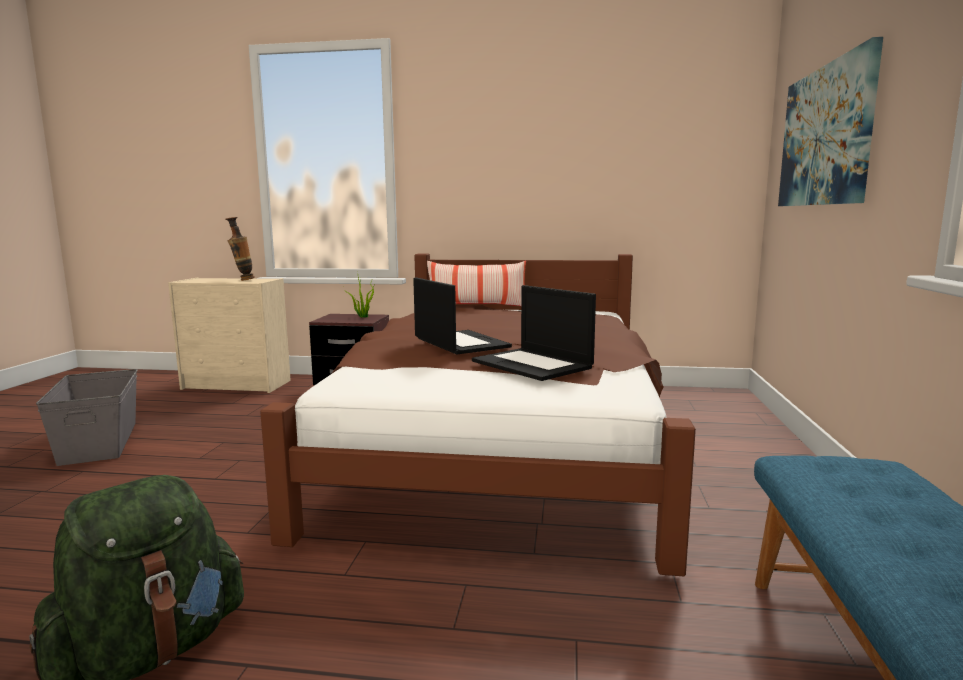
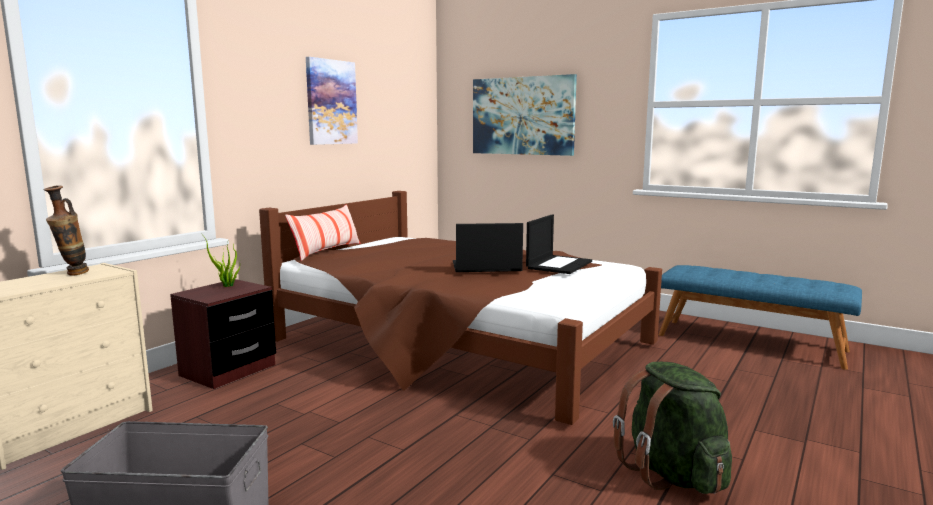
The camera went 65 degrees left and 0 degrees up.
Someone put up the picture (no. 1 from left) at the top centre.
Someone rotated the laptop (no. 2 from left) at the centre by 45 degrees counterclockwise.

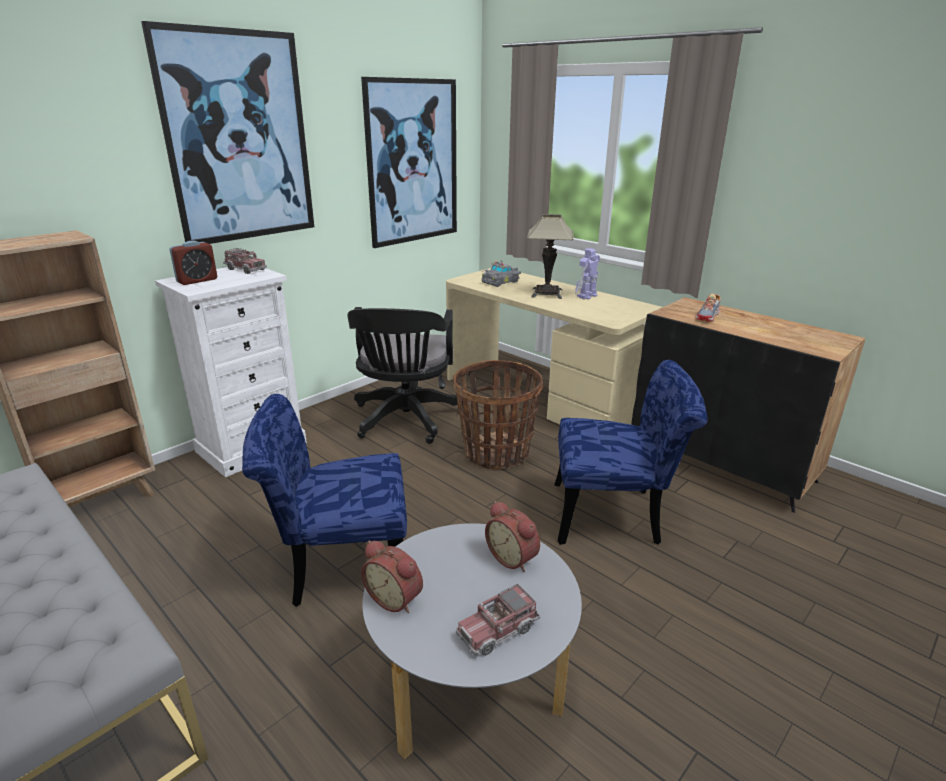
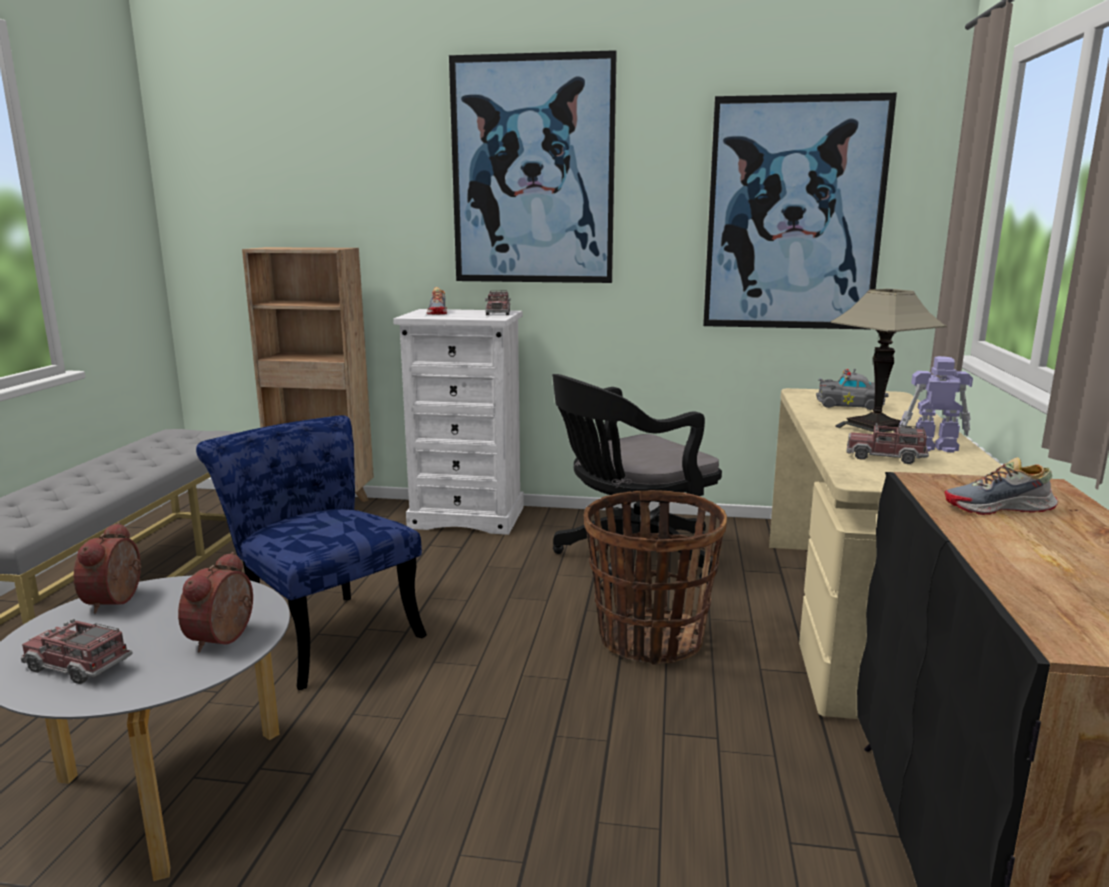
The camera went 55 degrees right and 10 degrees down.
Someone swapped the alarm clock (no. 1 from left) at the middle left for the shoe (no. 1 from left) at the centre.
Someone put down the toy truck (no. 3 from left) at the middle right.
Someone took away the blue chair (no. 2 from left) at the middle right.

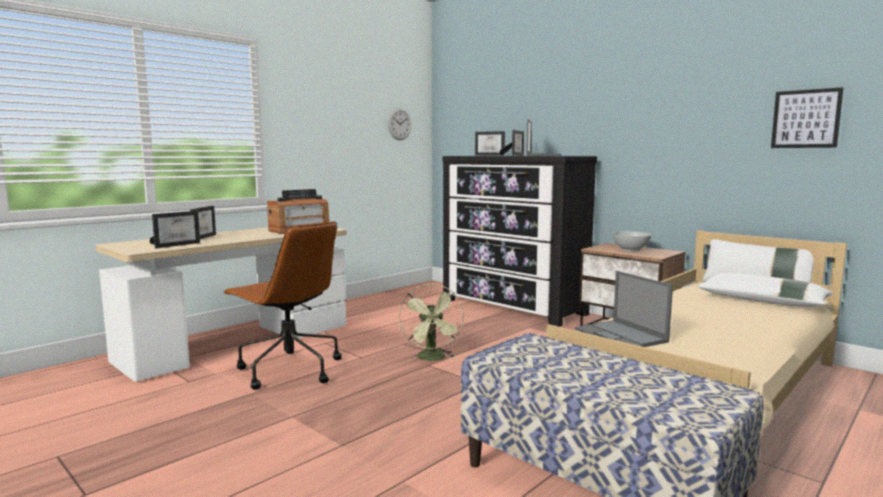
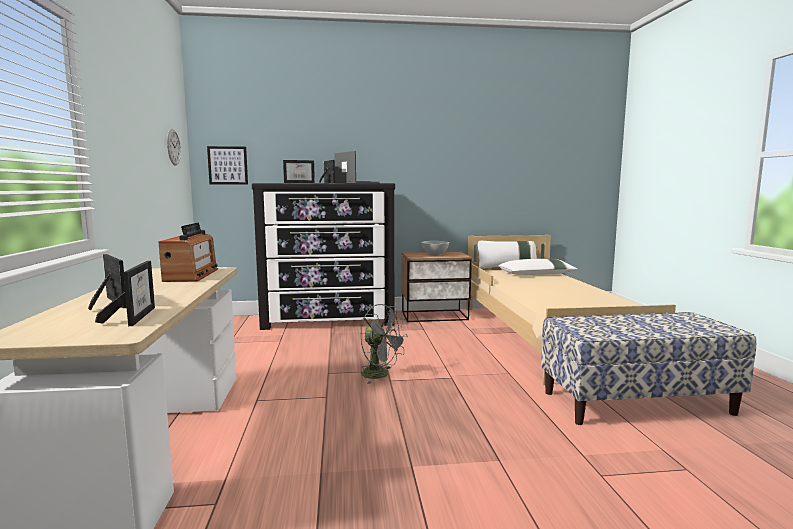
The camera went 50 degrees left and 0 degrees up.
Someone carried the picture from the top right to the top left.
Someone repainted the green fan at the centre, which became the grey fan at the centre.
Someone took away the brown office chair at the middle left.
Someone took away the laptop (no. 2 from left) at the middle right.

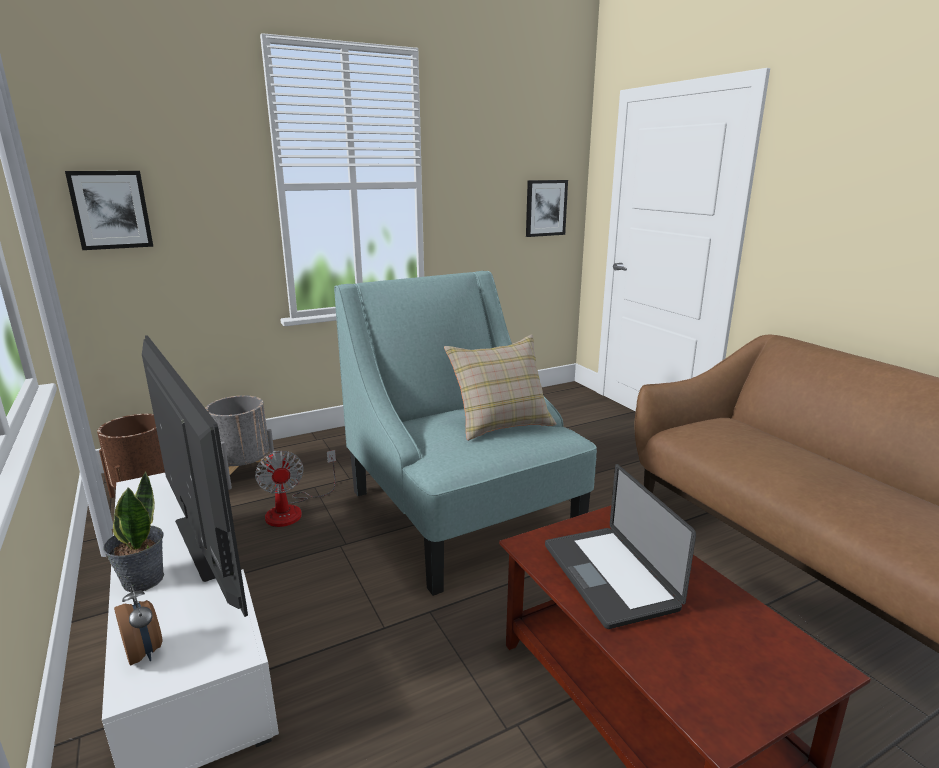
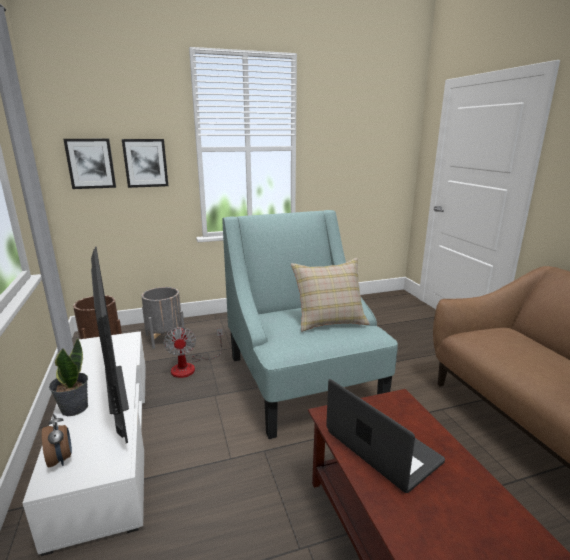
The camera went 10 degrees right and 0 degrees up.
Someone carried the picture (no. 2 from left) from the top centre to the top left.
Someone rotated the laptop at the bottom centre by 150 degrees clockwise.

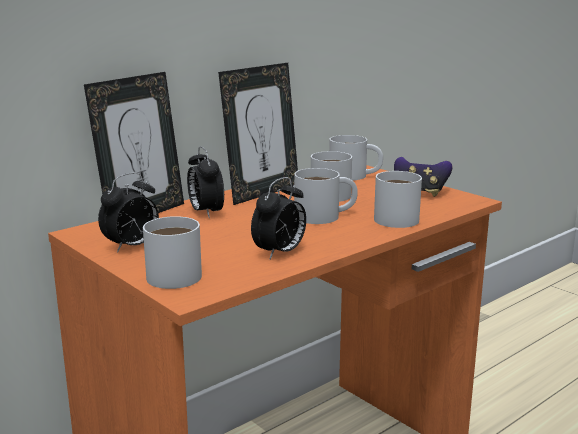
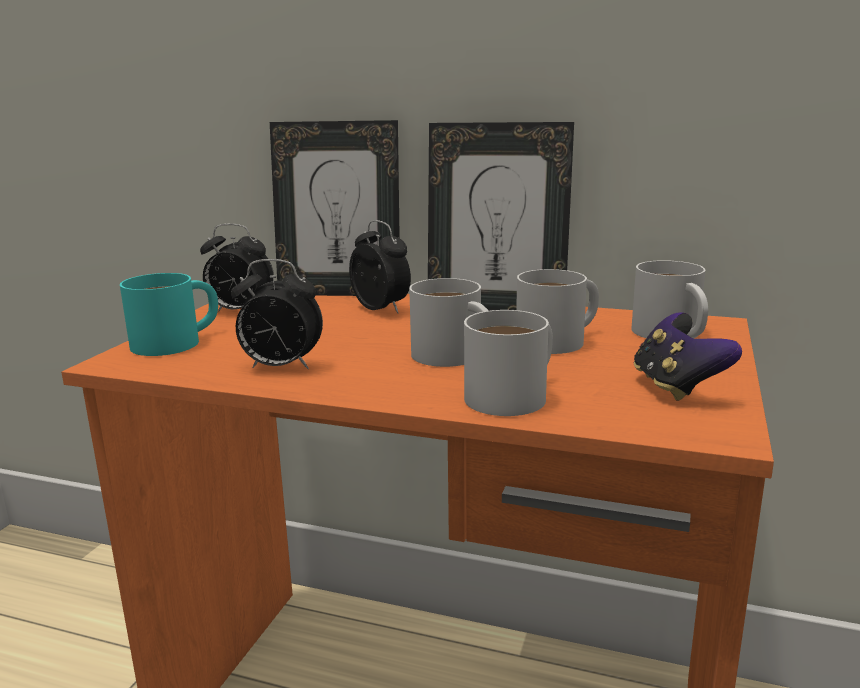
The camera went 60 degrees right and 0 degrees up.
Someone repainted the white mug (no. 1 from left) at the middle left, which became the turquoise mug at the middle left.
Someone rotated the alarm clock (no. 2 from left in the first image) at the centre by 105 degrees clockwise.

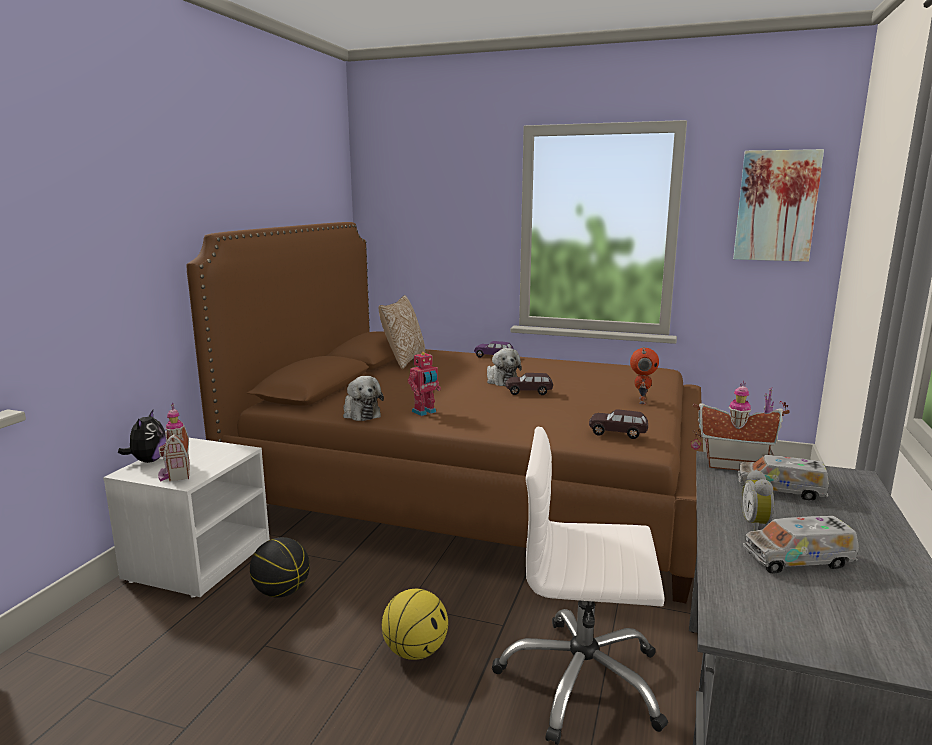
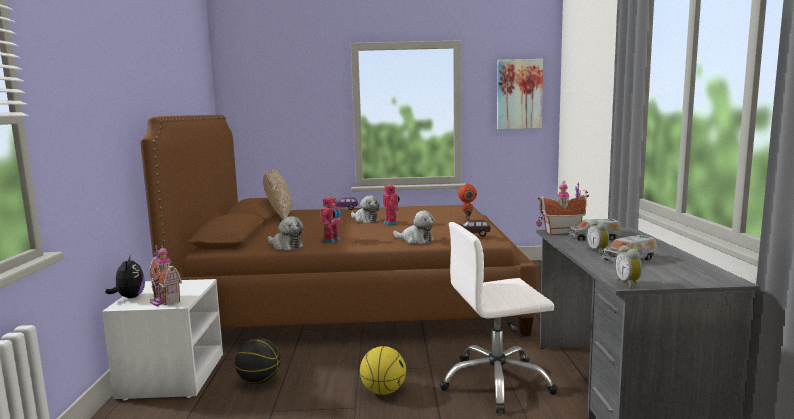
The camera went 20 degrees left and 5 degrees down.
Someone swapped the brown toy car (no. 1 from left) at the centre for the toy robot (no. 2 from left) at the centre.
Someone put down the plush toy (no. 4 from left) at the centre.
Someone put down the alarm clock (no. 2 from left) at the middle right.

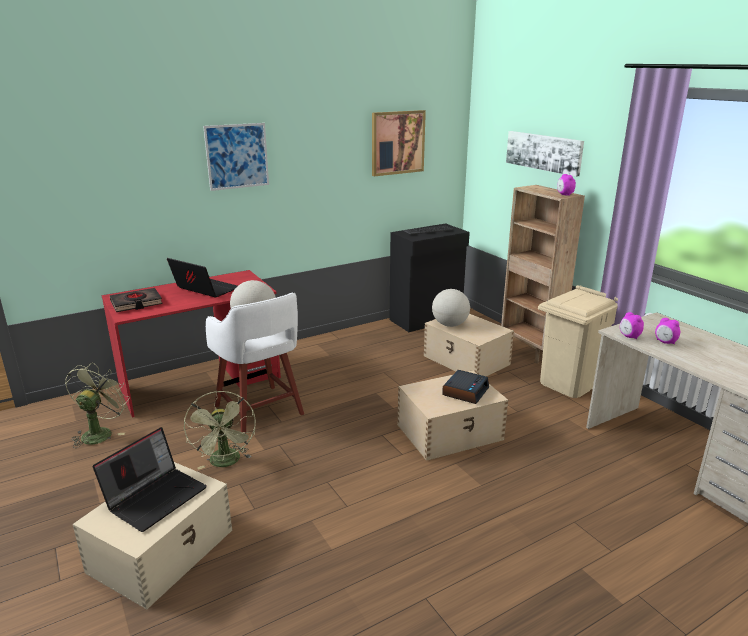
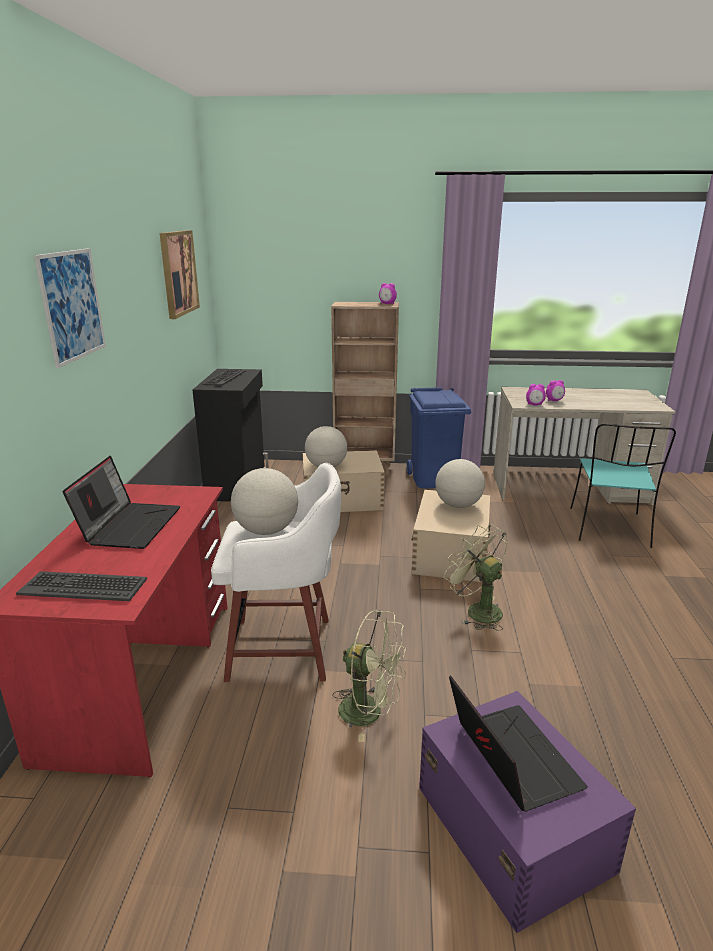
The camera went 55 degrees left and 0 degrees up.
Someone swapped the black book at the middle left for the keyboard (no. 1 from left) at the middle left.
Someone rotated the laptop (no. 2 from left in the first image) at the middle left by 120 degrees clockwise.
Someone repainted the beige trash can at the middle right, which became the blue trash can at the centre.
Someone repainted the beige storage box (no. 1 from left) at the bottom left, which became the purple storage box at the bottom right.
Someone swapped the alarm clock (no. 1 from left) at the centre for the globe (no. 3 from left) at the centre.
Someone carried the green fan (no. 1 from left in the first image) from the middle left to the middle right.
Someone put down the turquoise chair at the middle right.
Someone took away the picture (no. 3 from left) at the top right.

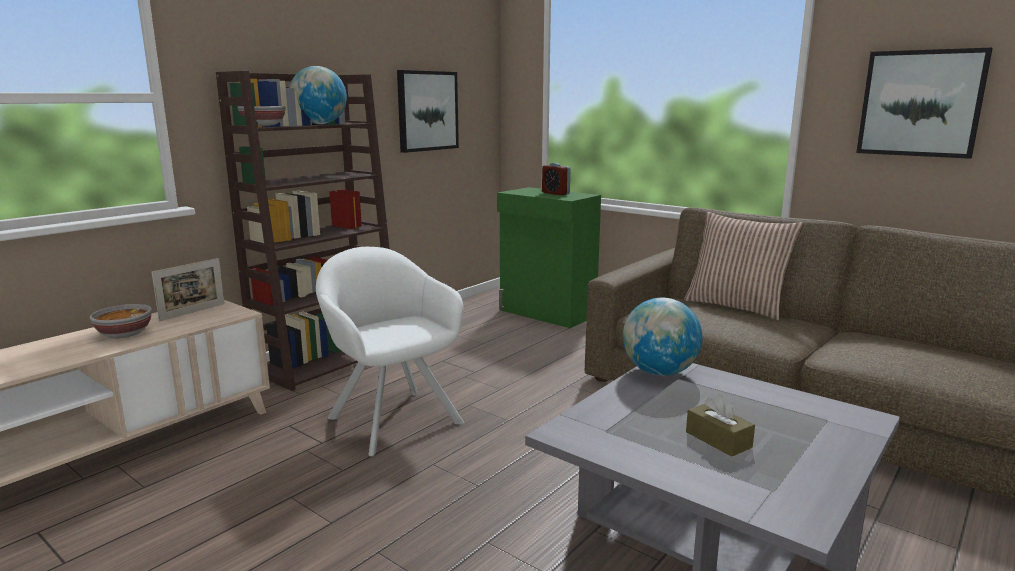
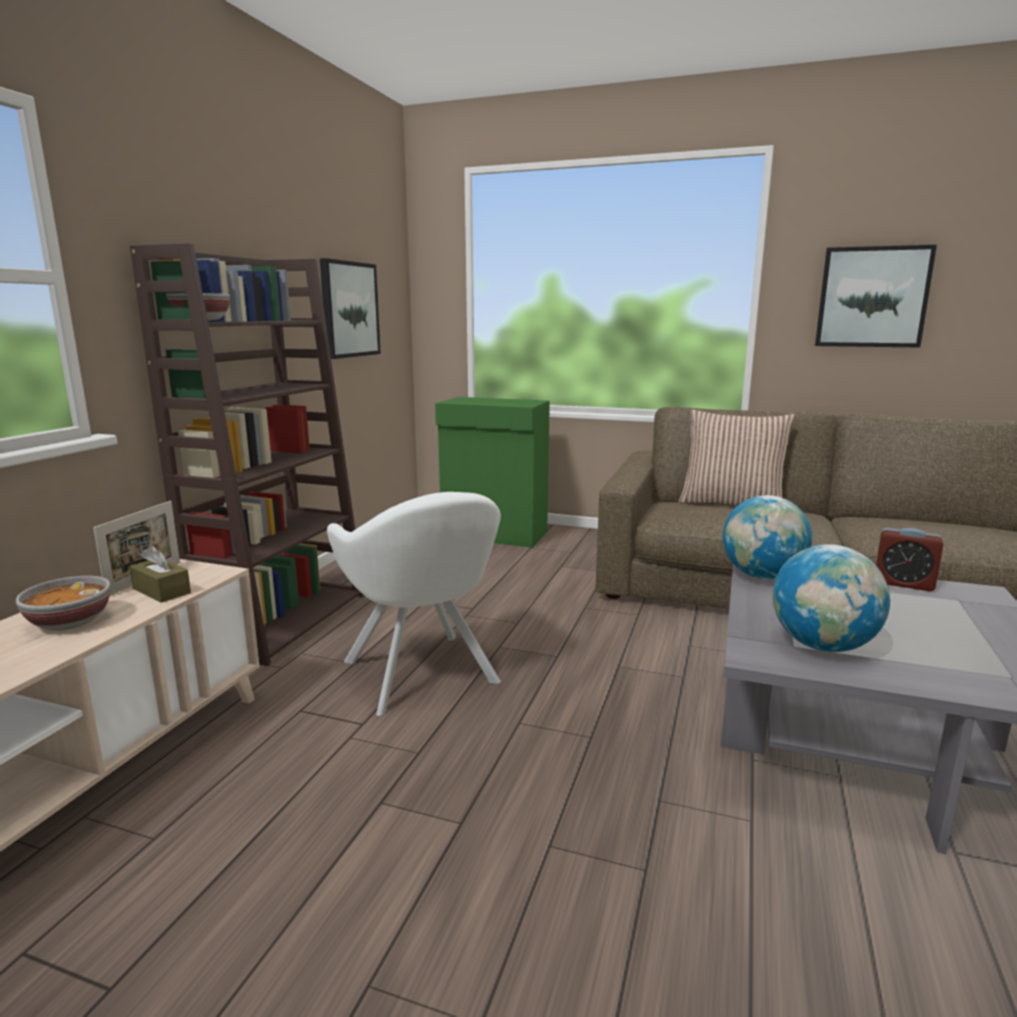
The camera went 20 degrees left and 0 degrees up.
Someone carried the brown tissue box from the bottom right to the middle left.
Someone rotated the white armchair at the centre by 150 degrees counterclockwise.
Someone carried the globe (no. 1 from left in the first image) from the top left to the middle right.
Someone carried the alarm clock from the top centre to the middle right.

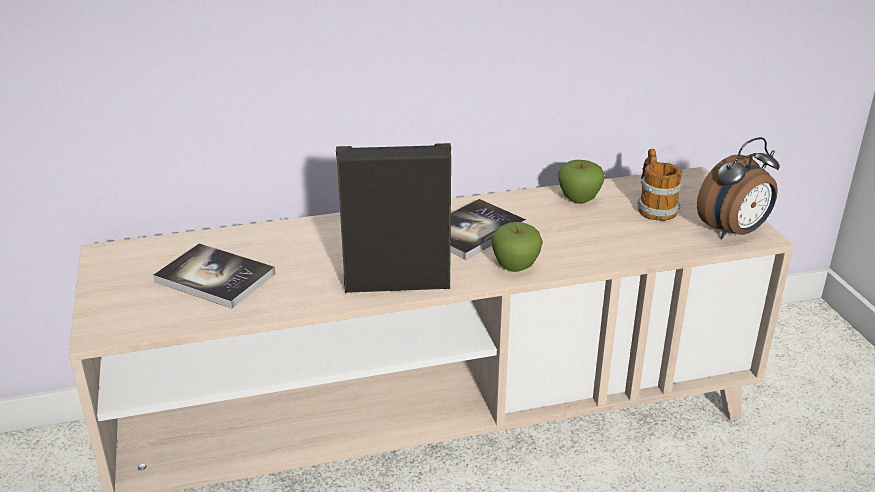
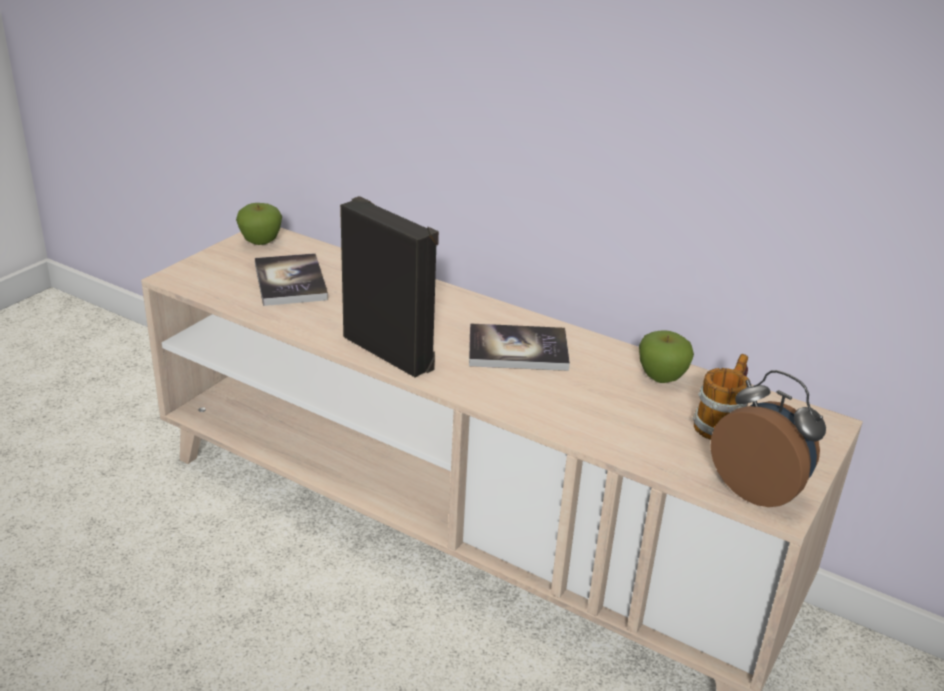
The camera went 45 degrees right and 0 degrees up.
Someone carried the apple (no. 1 from left) from the centre to the top left.
Someone rotated the alarm clock at the middle right by 150 degrees counterclockwise.

